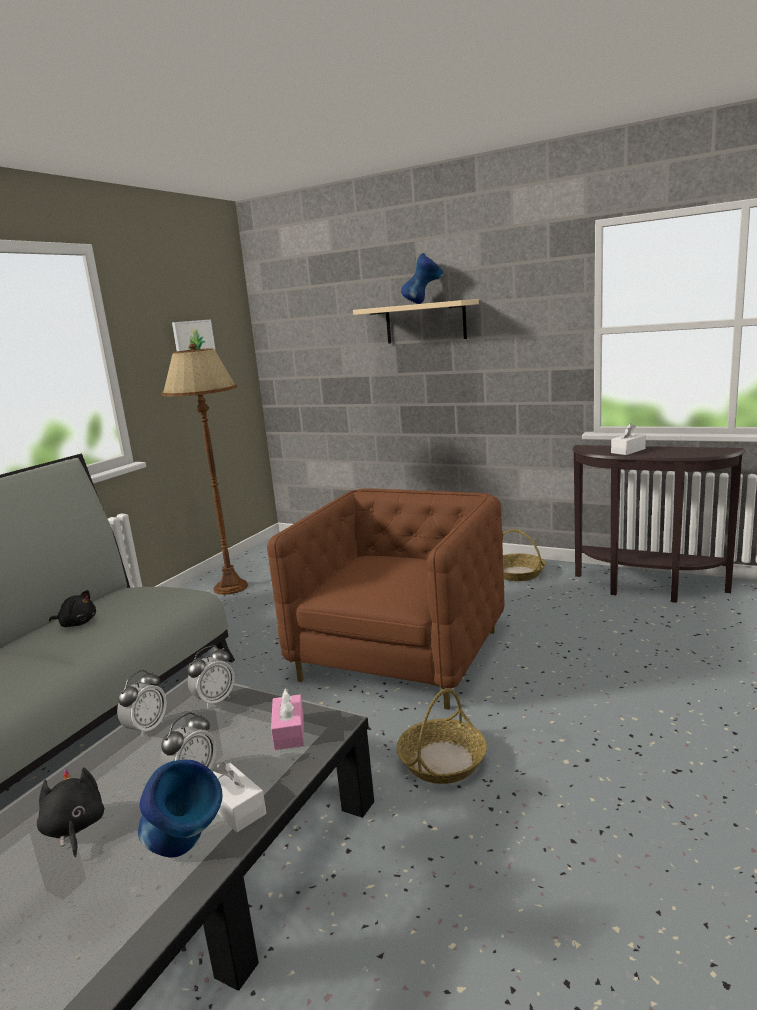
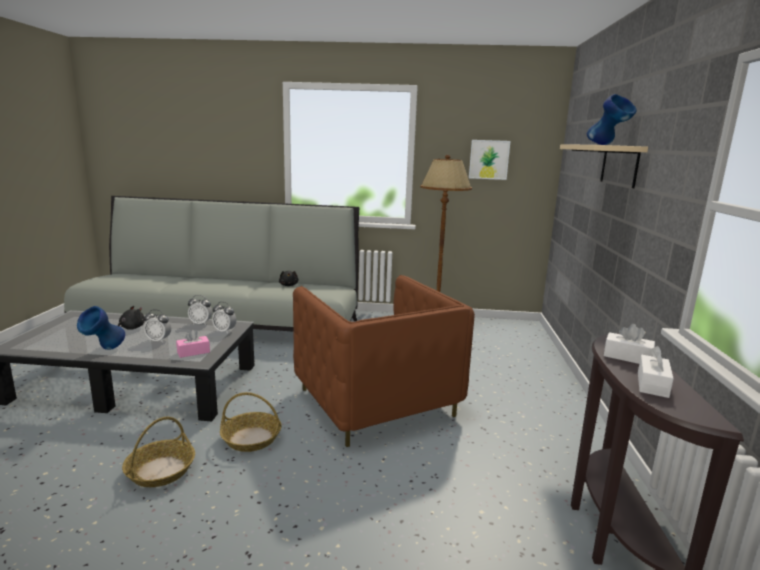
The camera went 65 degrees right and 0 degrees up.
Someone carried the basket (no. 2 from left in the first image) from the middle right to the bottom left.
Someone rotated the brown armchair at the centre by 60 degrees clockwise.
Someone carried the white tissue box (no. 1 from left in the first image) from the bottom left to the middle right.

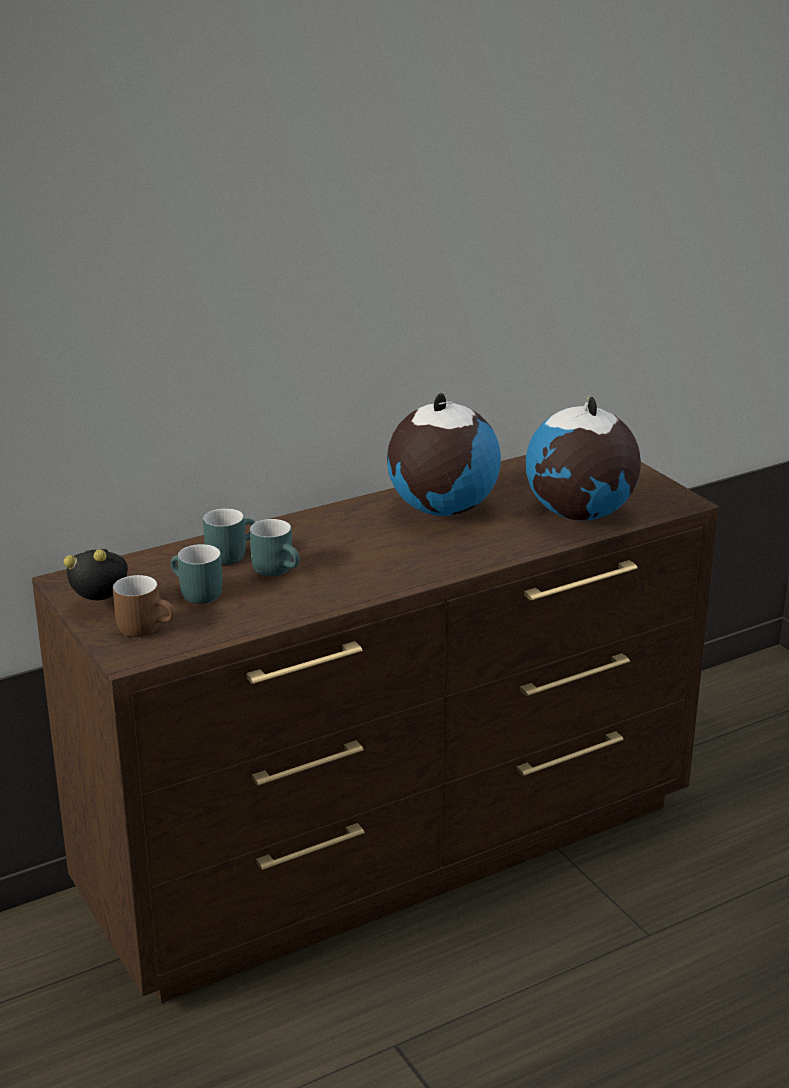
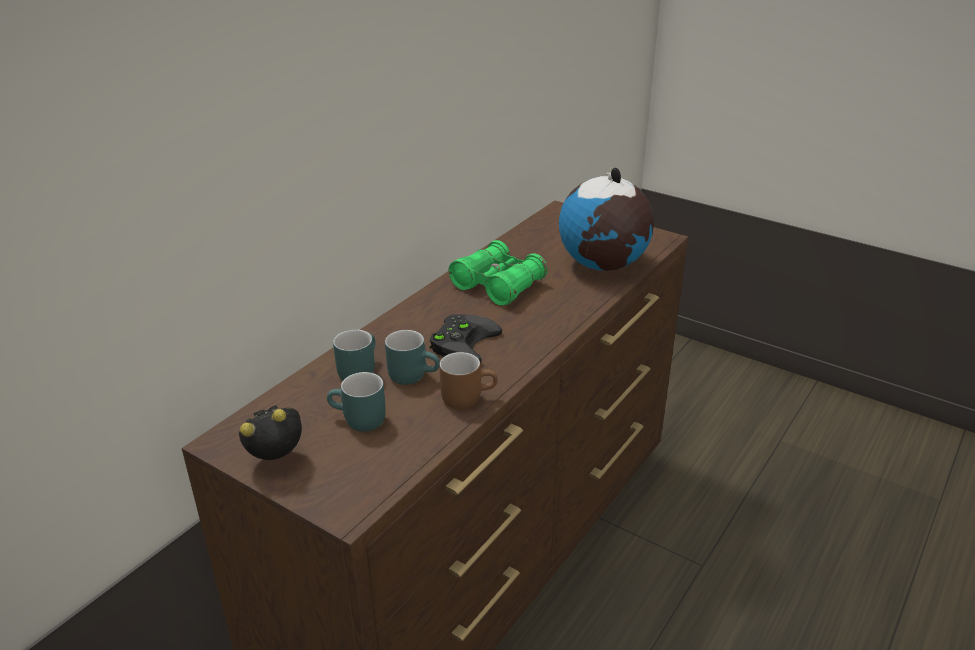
The camera went 25 degrees left and 5 degrees up.
Someone put down the black game controller at the centre.
Someone carried the brown mug from the middle left to the centre.
Someone swapped the globe (no. 1 from left) at the centre for the green binoculars at the centre.

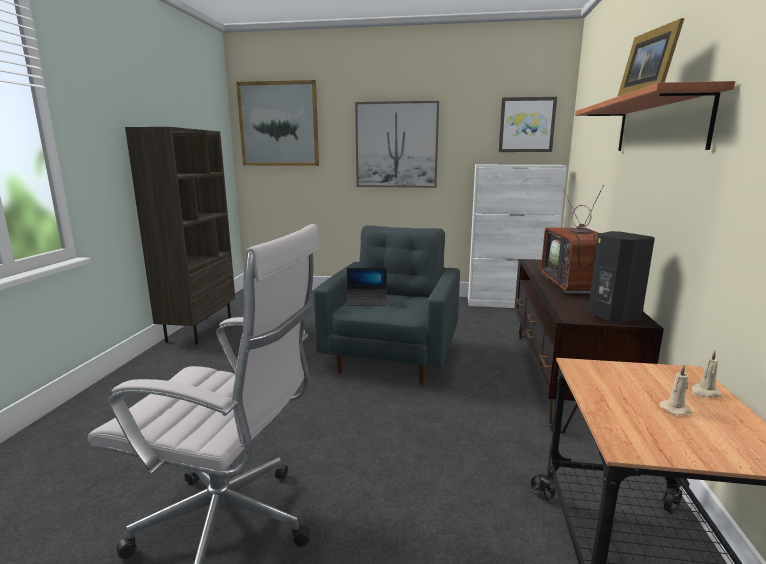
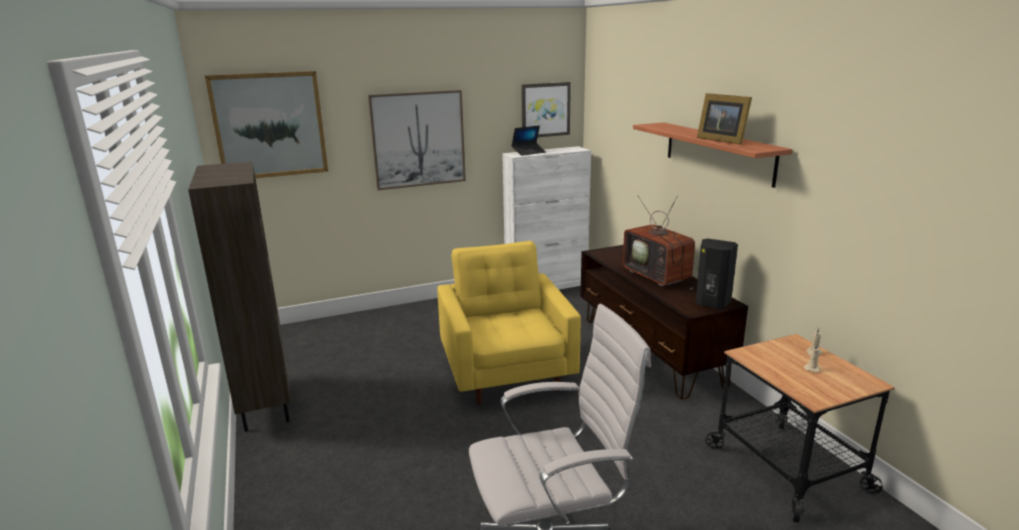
The camera went 30 degrees left and 5 degrees up.
Someone repainted the grey armchair at the centre, which became the yellow armchair at the centre.
Someone carried the laptop from the centre to the top centre.

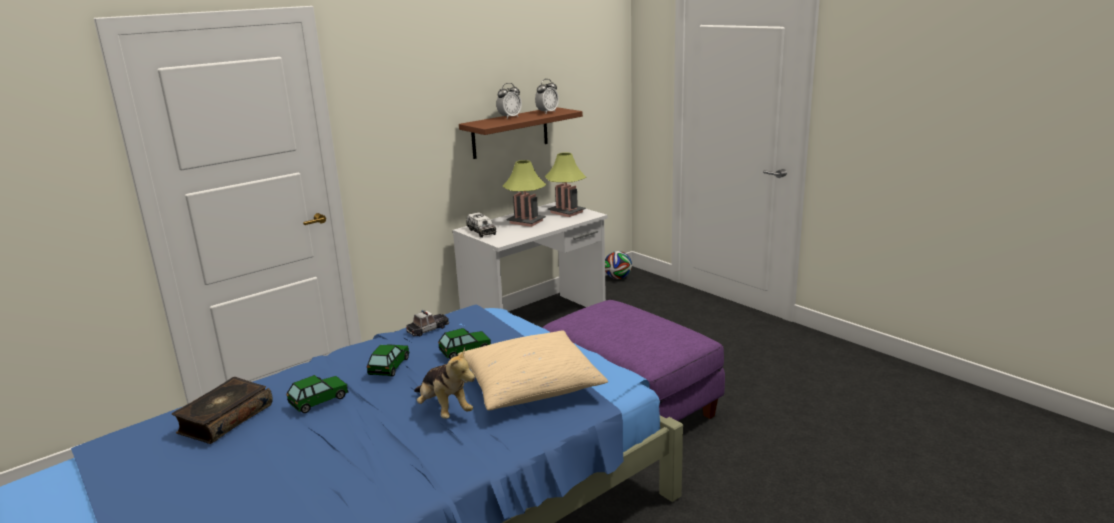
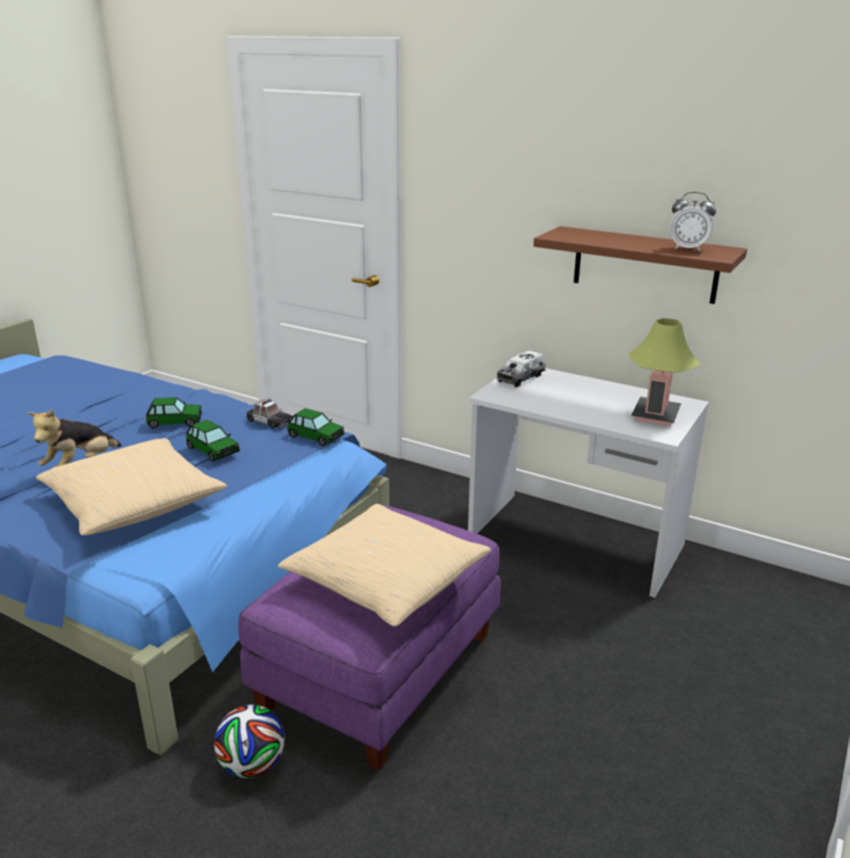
The camera went 70 degrees right and 5 degrees up.
Someone carried the football from the centre to the bottom left.
Someone put down the beige pillow (no. 2 from left) at the centre.
Someone carried the toy car (no. 1 from left in the first image) from the bottom left to the centre.
Someone took away the book at the bottom left.
Someone took away the alarm clock (no. 1 from left) at the top centre.
Someone took away the table lamp (no. 1 from left) at the centre.

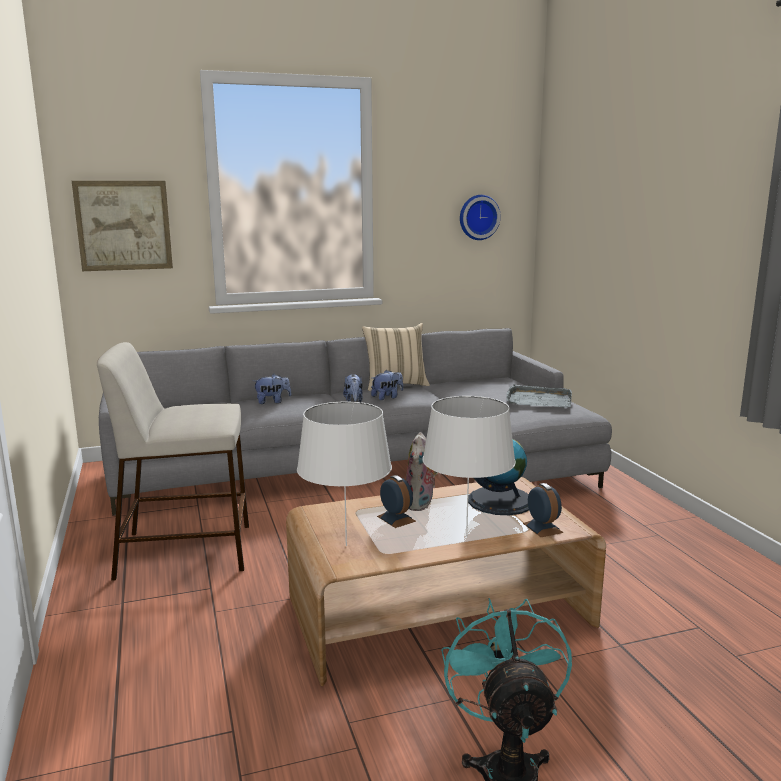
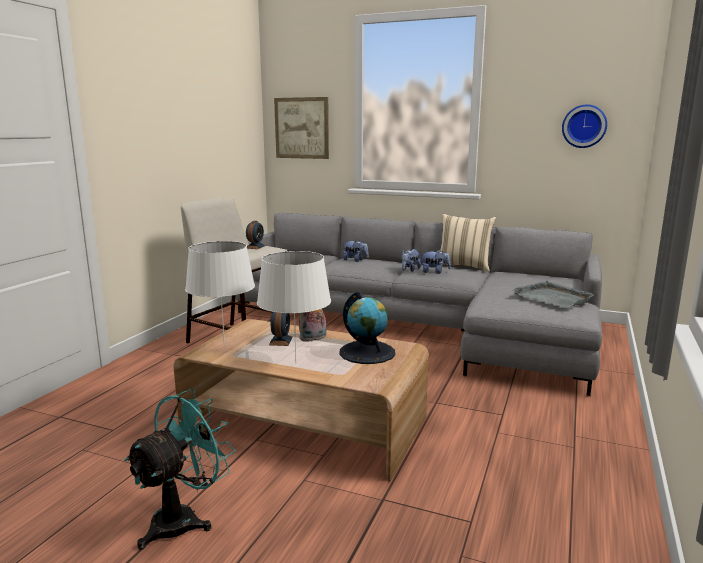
The camera went 40 degrees right and 0 degrees up.
Someone carried the alarm clock (no. 2 from left in the first image) from the middle right to the centre.

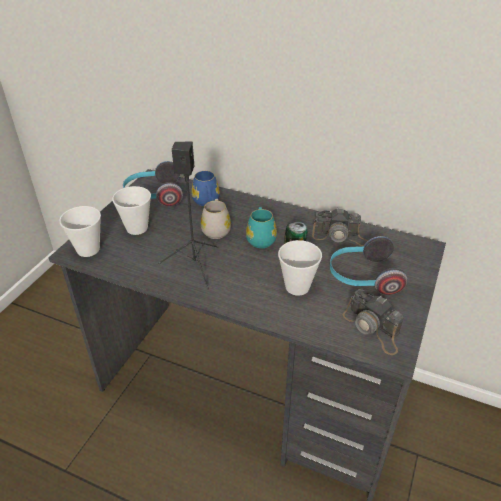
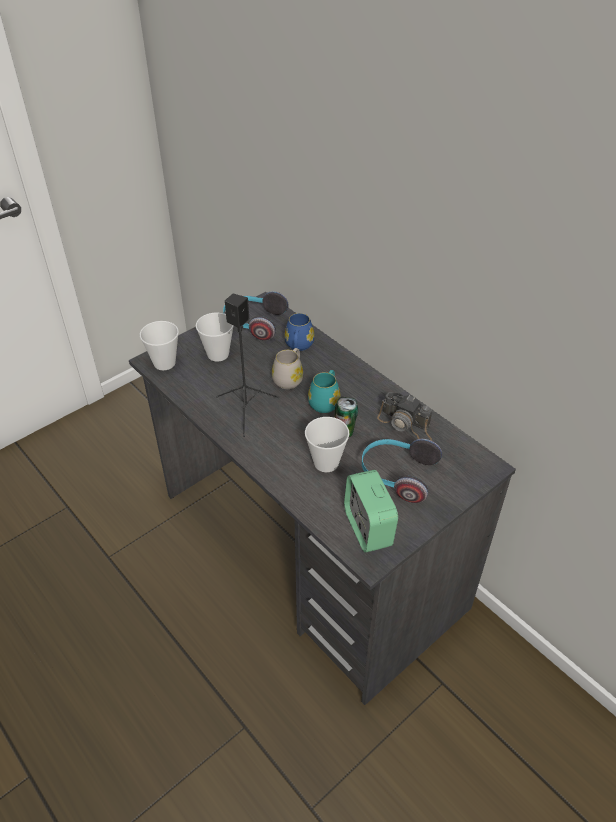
The camera went 25 degrees right and 5 degrees up.
Someone swapped the photo camera (no. 2 from left) at the middle right for the alarm clock at the centre.

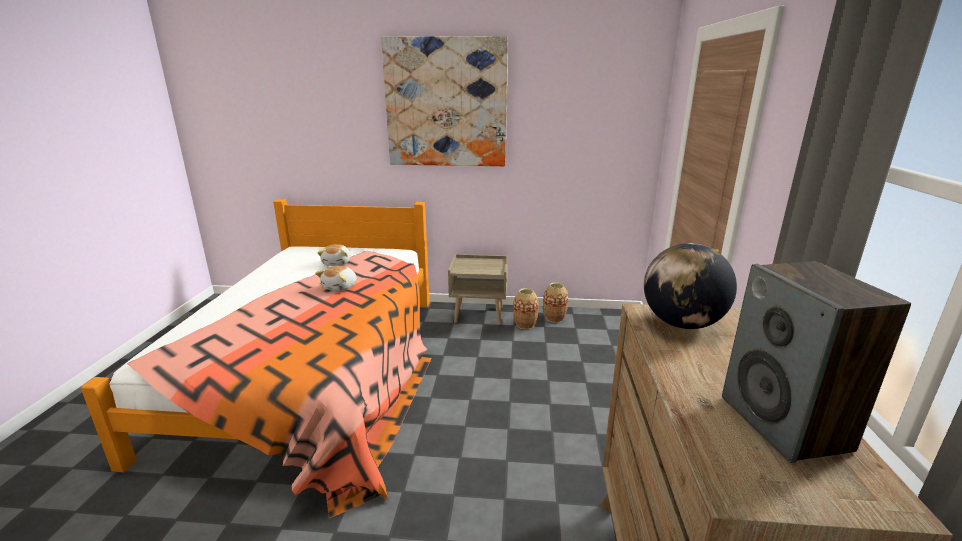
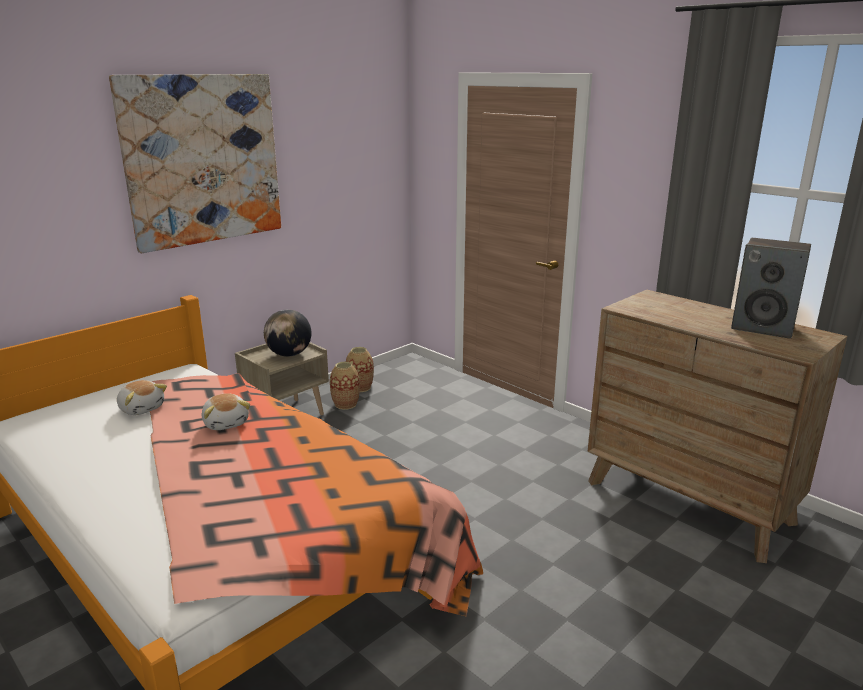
The camera went 50 degrees left and 0 degrees up.
Someone carried the globe from the middle right to the middle left.

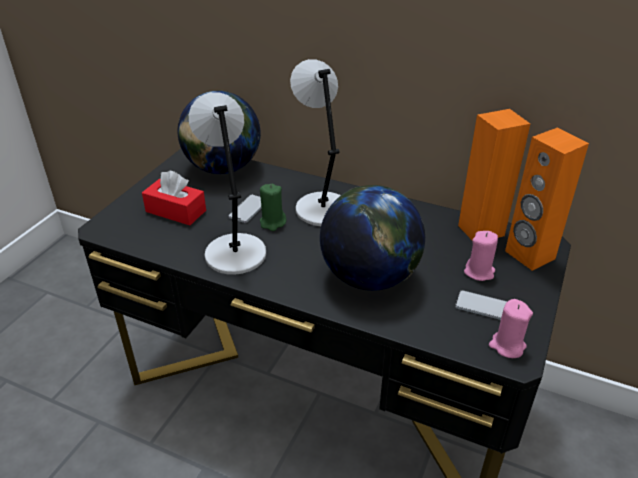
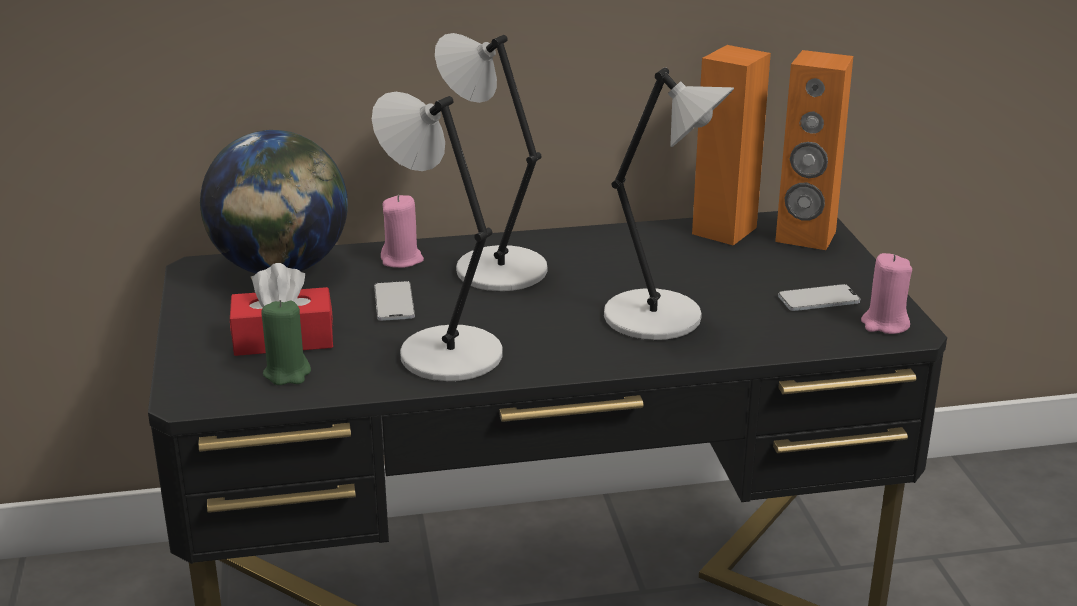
The camera went 35 degrees left and 10 degrees down.
Someone carried the green candle from the centre to the middle left.
Someone carried the pink candle (no. 1 from left) from the middle right to the centre.
Someone swapped the globe (no. 2 from left) at the centre for the grey table lamp (no. 3 from left) at the centre.

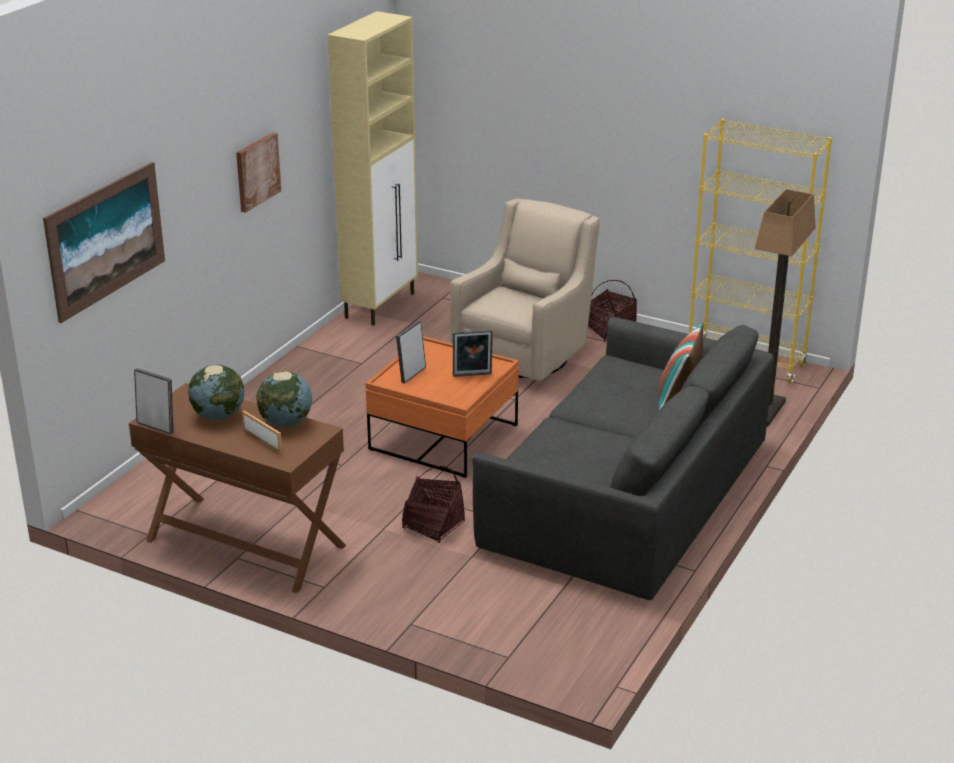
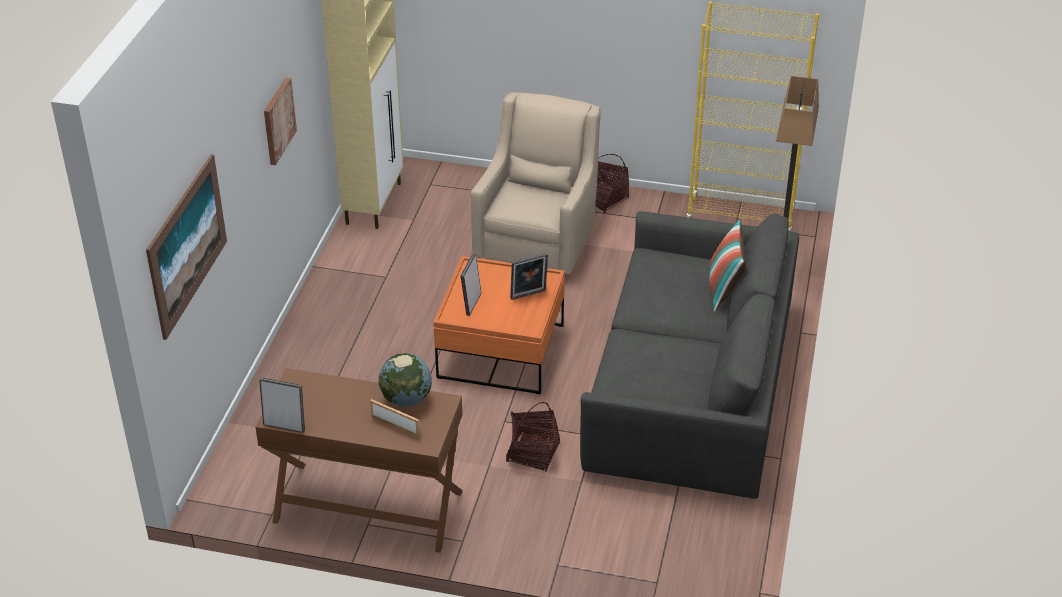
The camera went 15 degrees left and 10 degrees up.
Someone took away the globe (no. 1 from left) at the middle left.

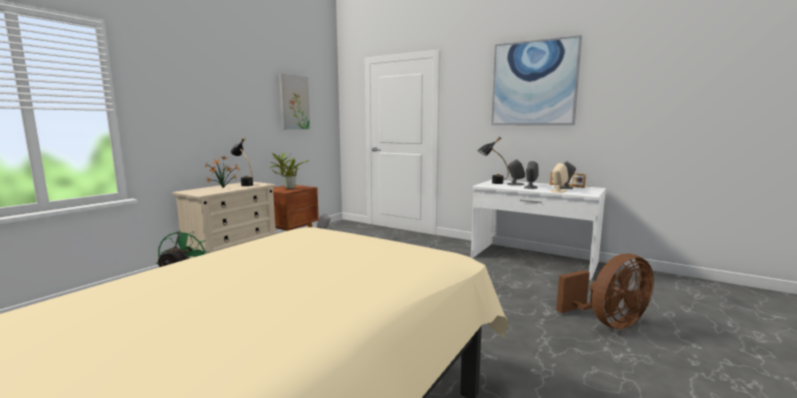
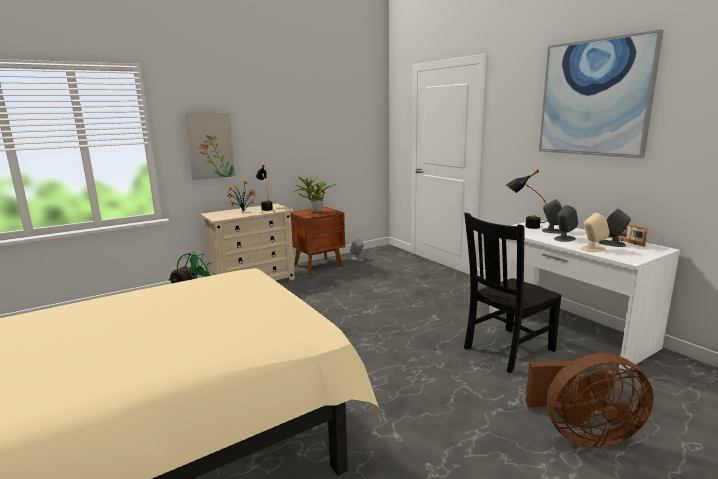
The camera went 25 degrees right and 5 degrees up.
Someone carried the picture (no. 1 from left) from the top centre to the top left.
Someone put down the black chair at the middle right.

